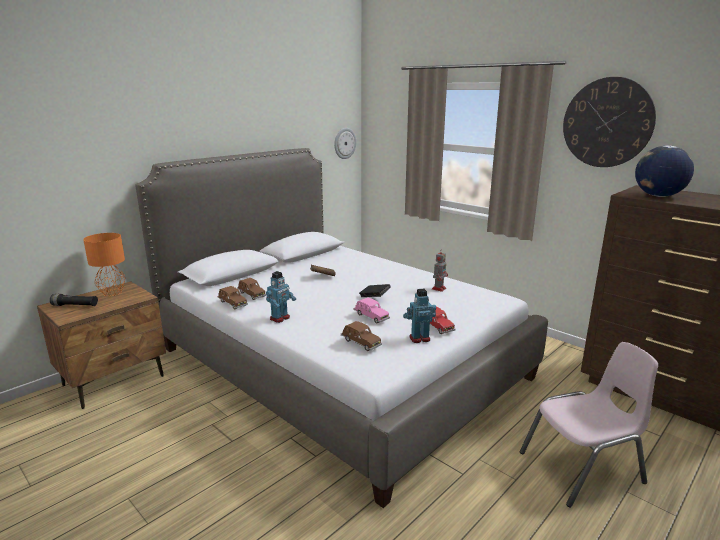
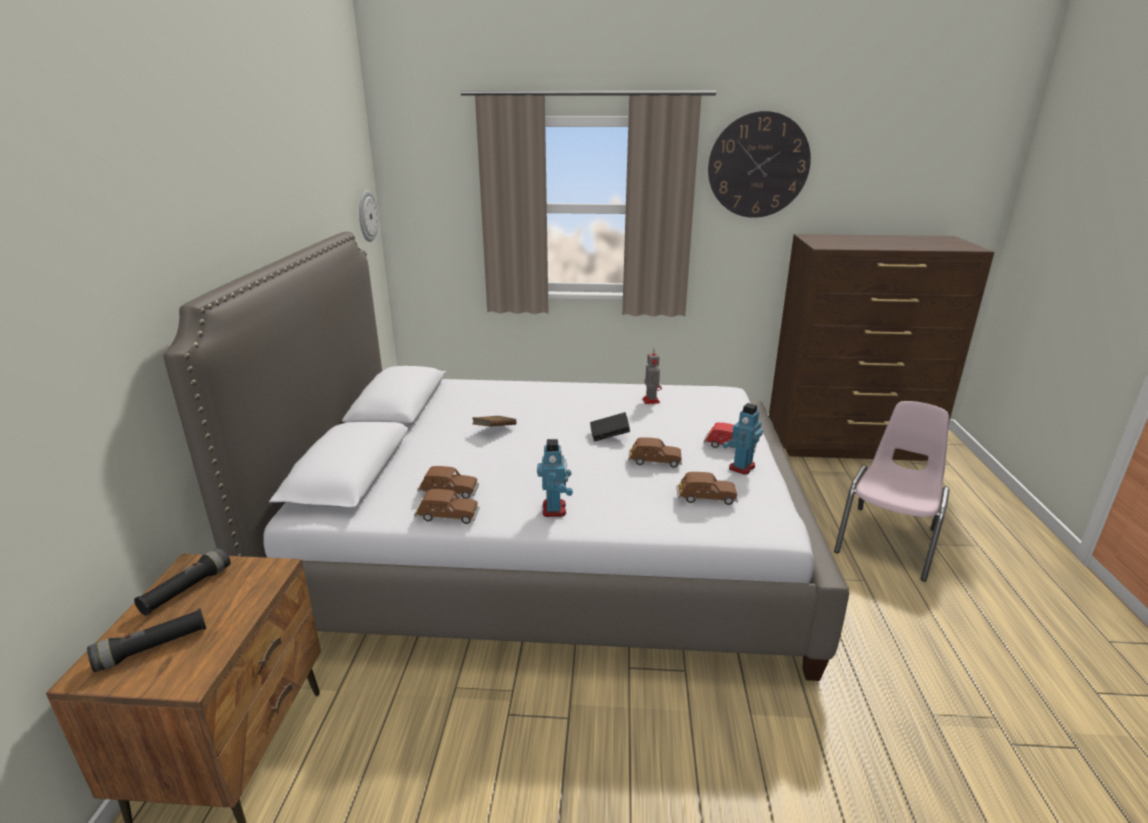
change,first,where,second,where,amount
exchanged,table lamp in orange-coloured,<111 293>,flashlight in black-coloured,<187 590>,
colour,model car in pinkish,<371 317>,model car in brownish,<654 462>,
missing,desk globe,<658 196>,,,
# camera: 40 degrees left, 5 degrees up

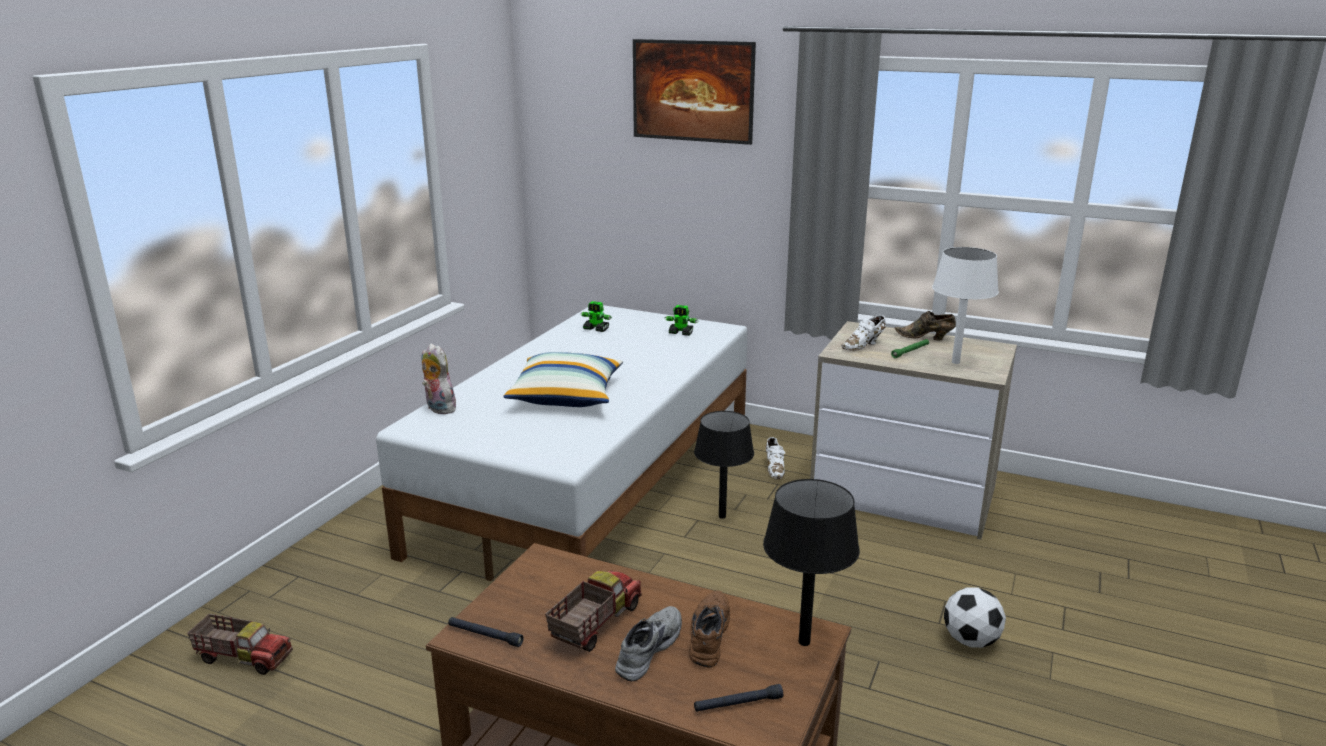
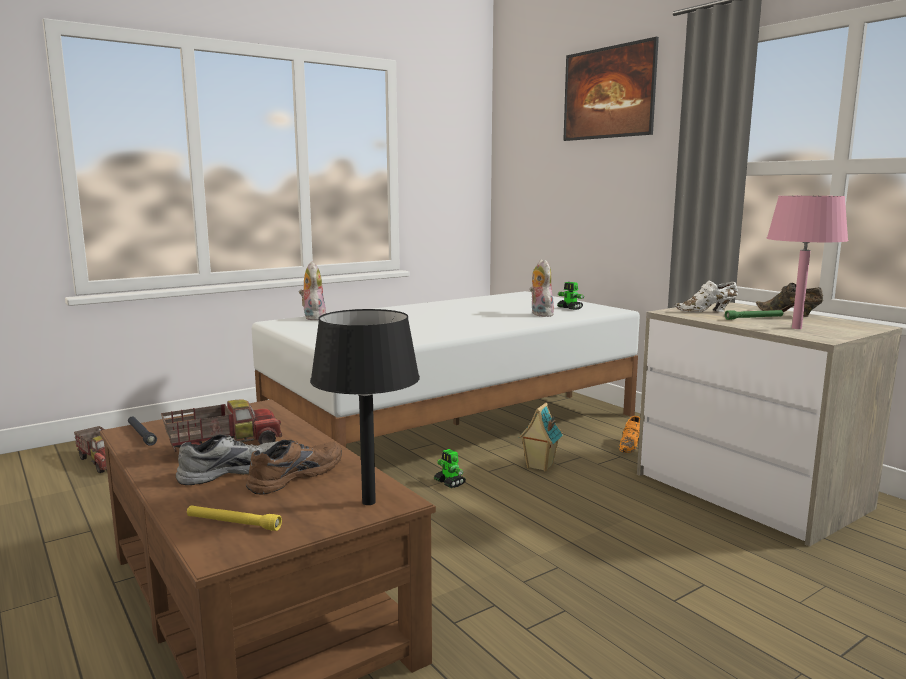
change,first,where,second,where,amount
colour,flashlight in black-coloured,<738 704>,flashlight in yellow-coloured,<233 523>,
relocated,toy robot,<596 329>,,<450 483>,
exchanged,table lamp in black-coloured,<722 516>,toy house,<539 466>,
appeared,,,soft toy,<540 314>,
colour,shoe in white-coloured,<774 468>,shoe in orange-coloured,<630 446>,
colour,table lamp in white-coloured,<955 362>,table lamp in pinkish,<796 328>,
missing,cushion,<566 396>,,,
missing,football ball,<970 640>,,,
# camera: 30 degrees right, 10 degrees down

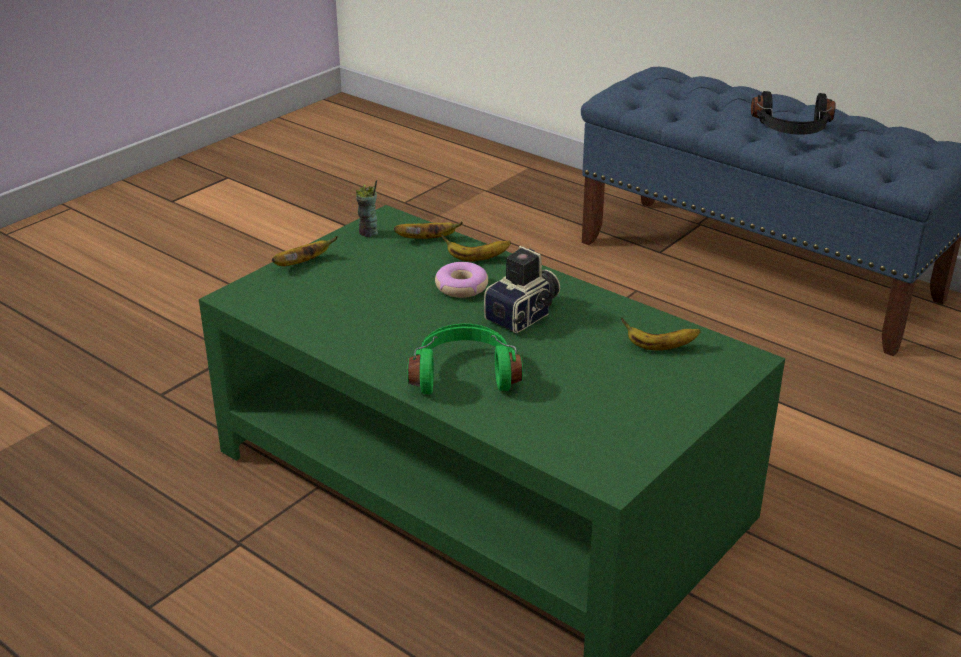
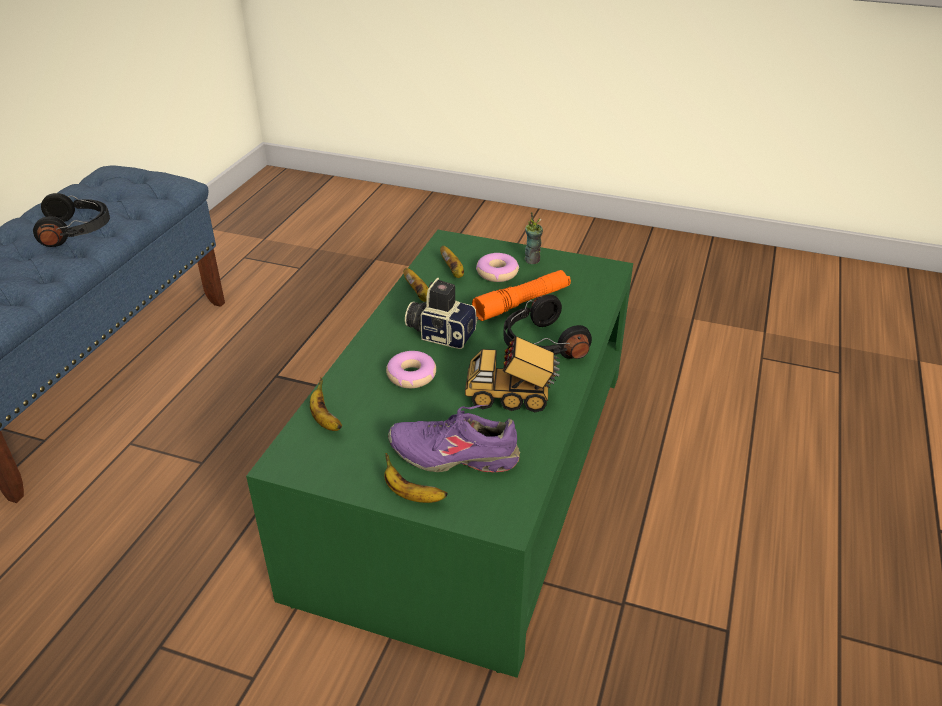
change,first,where,second,where,amount
appeared,,,shoe in purple,<454 454>,
relocated,banana,<476 259>,,<418 294>,
appeared,,,toy lorry,<511 398>,
appeared,,,flashlight in orange-coloured,<522 303>,
appeared,,,ring doughnut,<497 273>,
colour,headset in green-coloured,<464 373>,headset in black-coloured,<541 344>,
relocated,cup,<368 233>,,<532 260>,
# camera: 110 degrees left, 5 degrees up

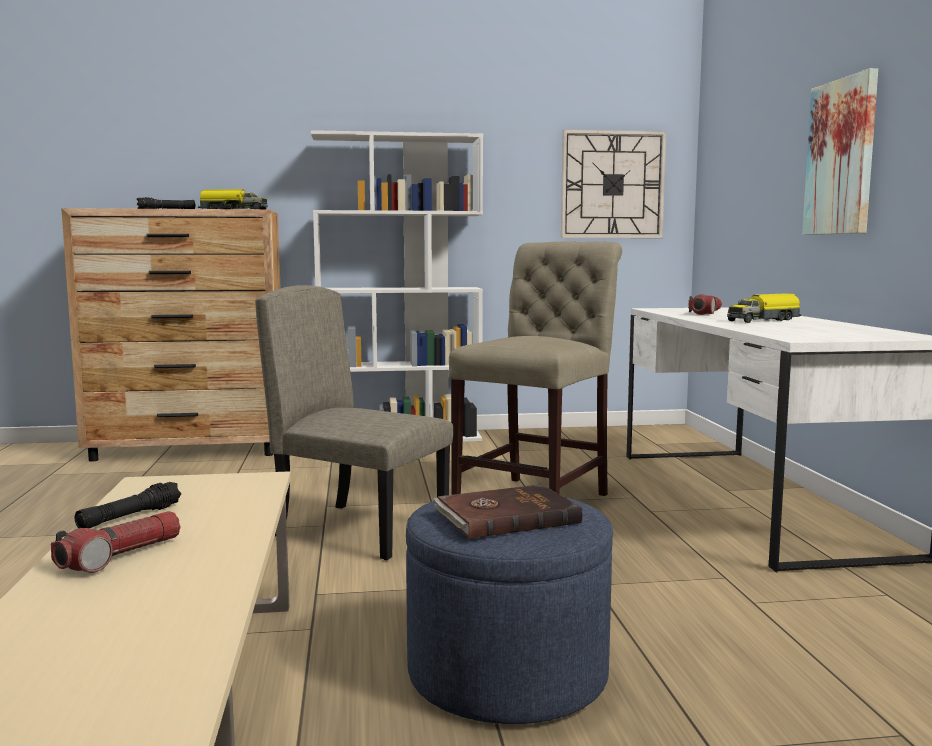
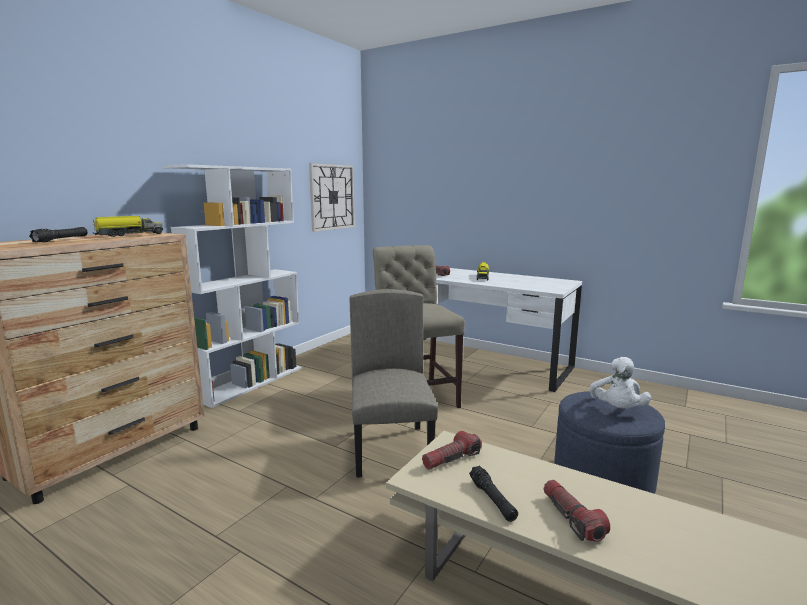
change,first,where,second,where,amount
spun,upright chair in beige-coloured,<362 530>,,<392 450>,105 degrees clockwise
appeared,,,flashlight,<451 459>,
exchanged,volume in brownish,<505 516>,soft toy in white-coloured,<617 410>,
missing,picture,<841 157>,,,
# camera: 50 degrees left, 5 degrees up

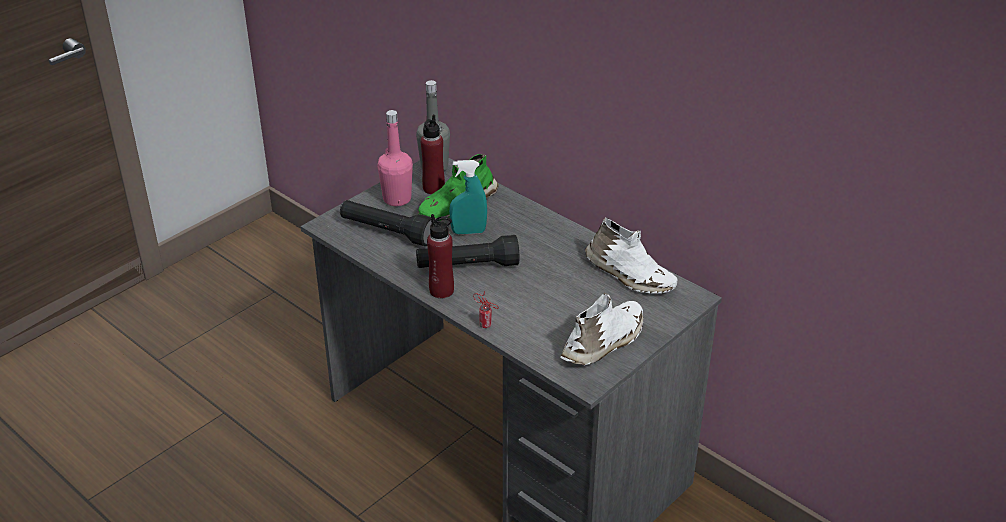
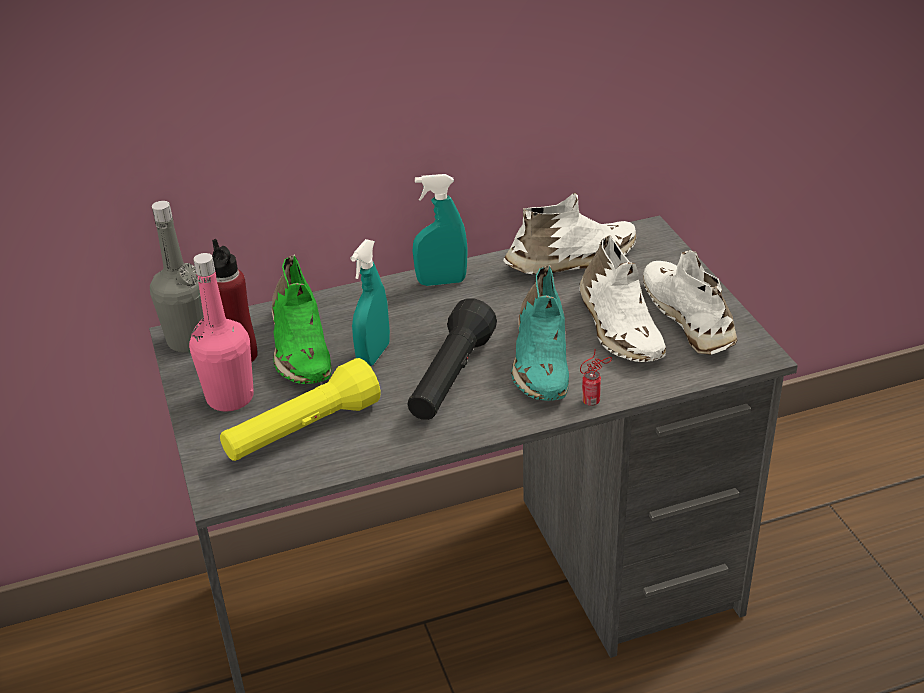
change,first,where,second,where,amount
colour,flashlight in black-coloured,<387 232>,flashlight in yellow-coloured,<302 431>,
appeared,,,sprayer in turquoise,<441 282>,
appeared,,,shoe in turquoise,<541 360>,
appeared,,,shoe in white-coloured,<618 327>,
missing,drink bottle in reddish,<441 290>,,,
# camera: 60 degrees left, 0 degrees up

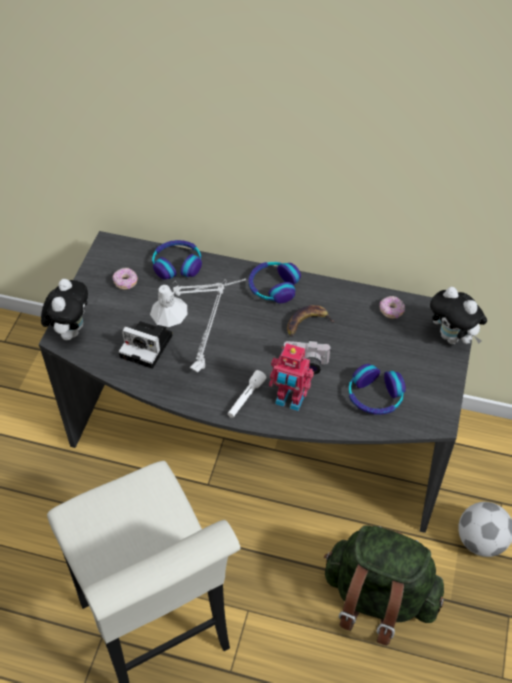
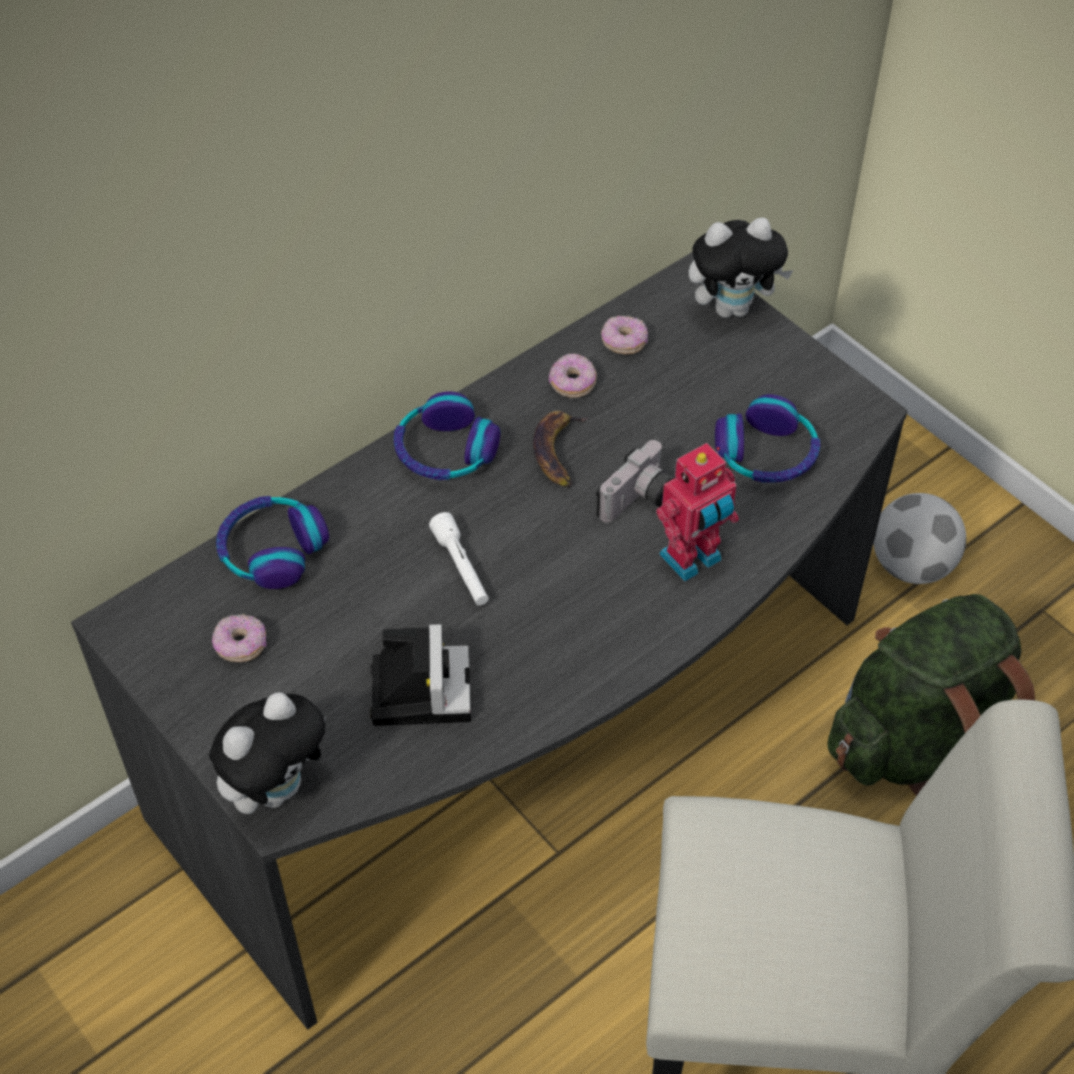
change,first,where,second,where,amount
spun,soft toy,<70 330>,,<276 787>,90 degrees clockwise
spun,photo camera,<148 346>,,<419 687>,60 degrees counterclockwise
relocated,flashlight in white-coloured,<245 398>,,<461 568>,
appeared,,,ring doughnut,<572 384>,
missing,table lamp in grey,<207 363>,,,
# camera: 55 degrees left, 0 degrees up

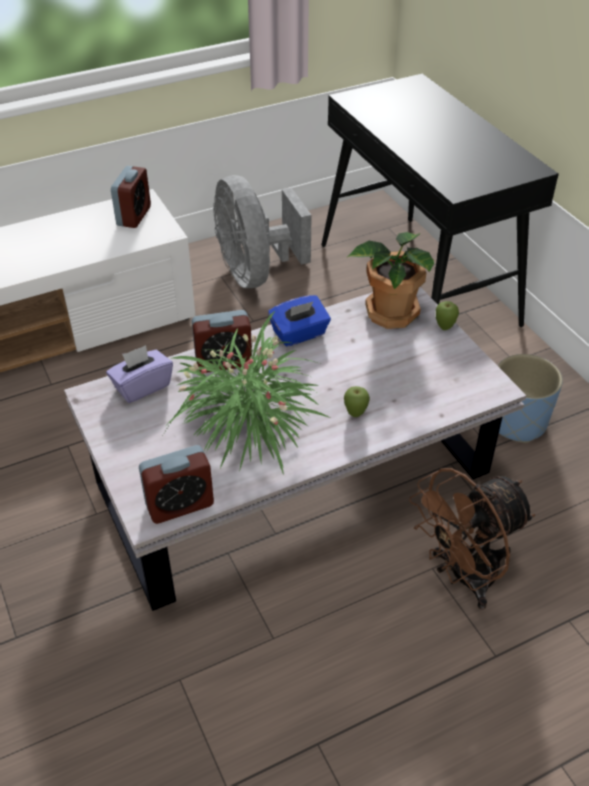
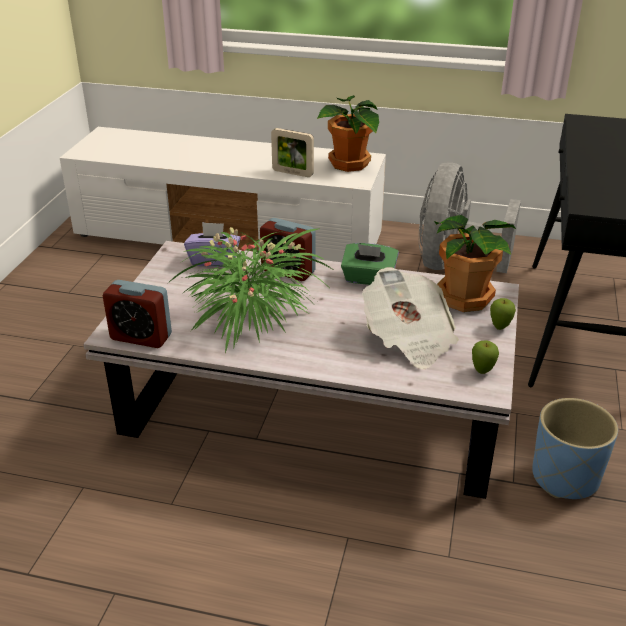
change,first,where,second,where,amount
appeared,,,standing frame,<292 173>,
exchanged,table clock,<134 216>,plant in a pot,<349 164>,
colour,tissue box in blue,<299 334>,tissue box in green-coloured,<368 279>,
appeared,,,daily paper,<408 339>,
relocated,whole apple,<355 414>,,<482 371>,
missing,electric fan in brownish,<463 577>,,,
# camera: 40 degrees right, 10 degrees down

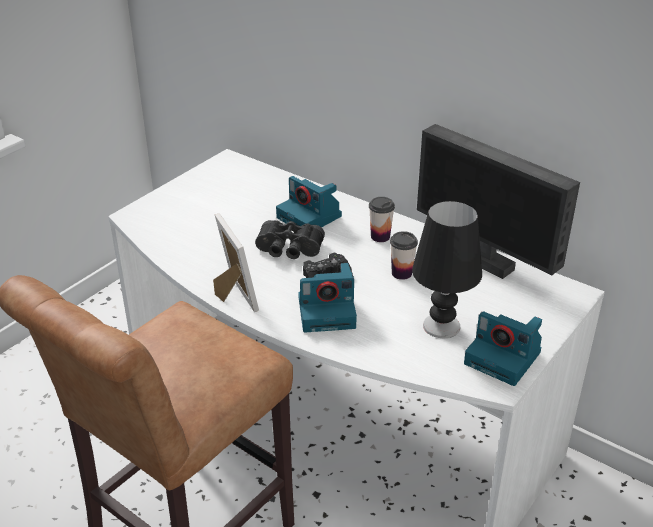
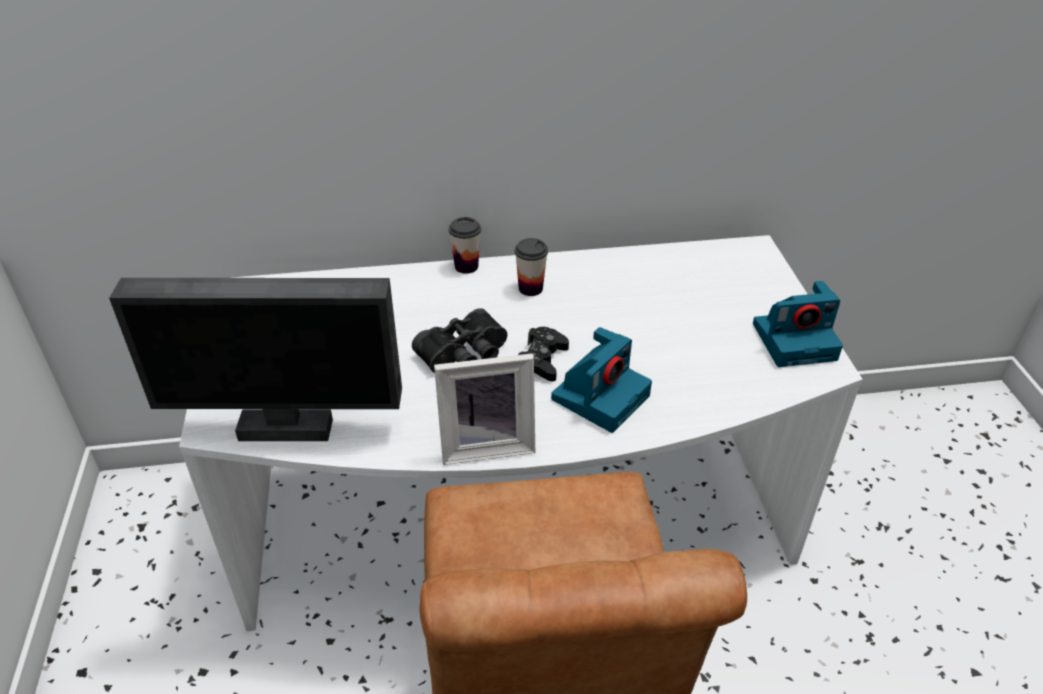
change,first,where,second,where,amount
relocated,computer screen,<485 261>,,<286 427>,
spun,standing frame,<233 296>,,<486 444>,150 degrees clockwise
relocated,cup,<401 273>,,<466 266>,
missing,photo camera,<310 217>,,,
missing,table lamp in black-coloured,<441 326>,,,
# camera: 45 degrees left, 5 degrees up

